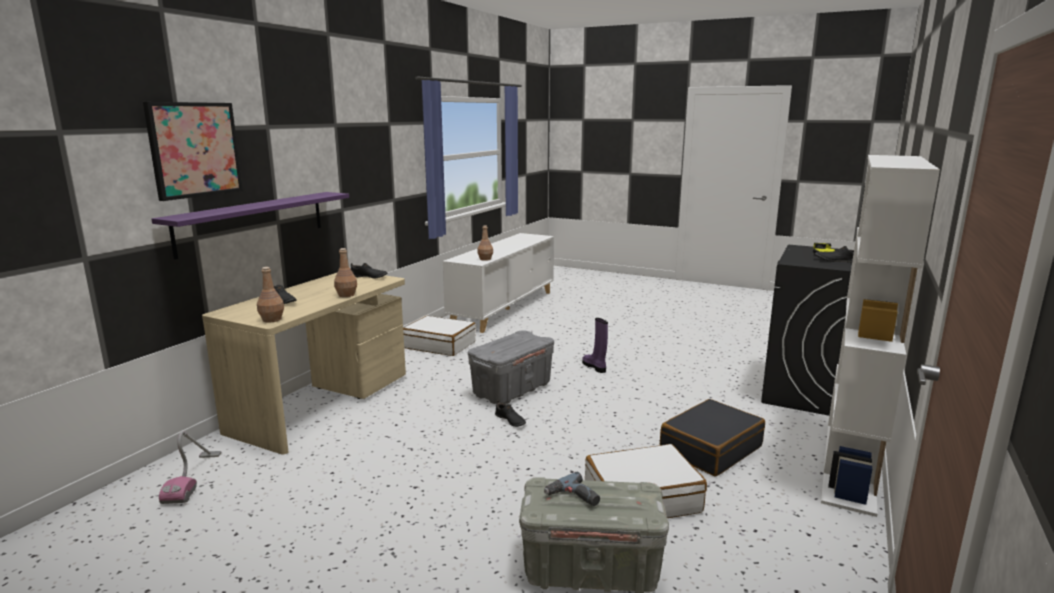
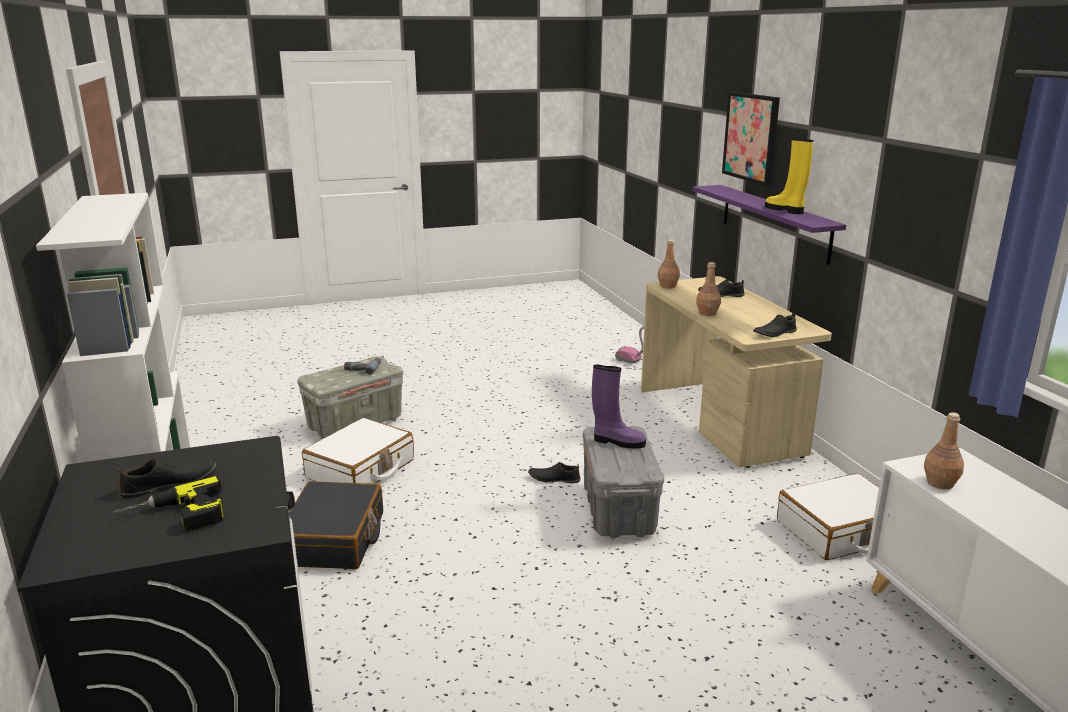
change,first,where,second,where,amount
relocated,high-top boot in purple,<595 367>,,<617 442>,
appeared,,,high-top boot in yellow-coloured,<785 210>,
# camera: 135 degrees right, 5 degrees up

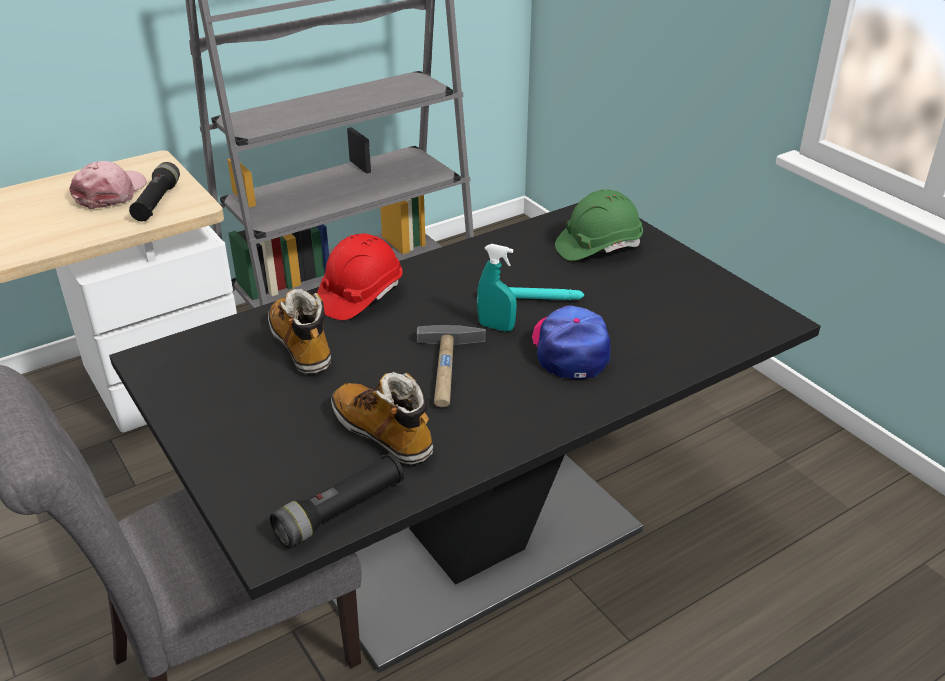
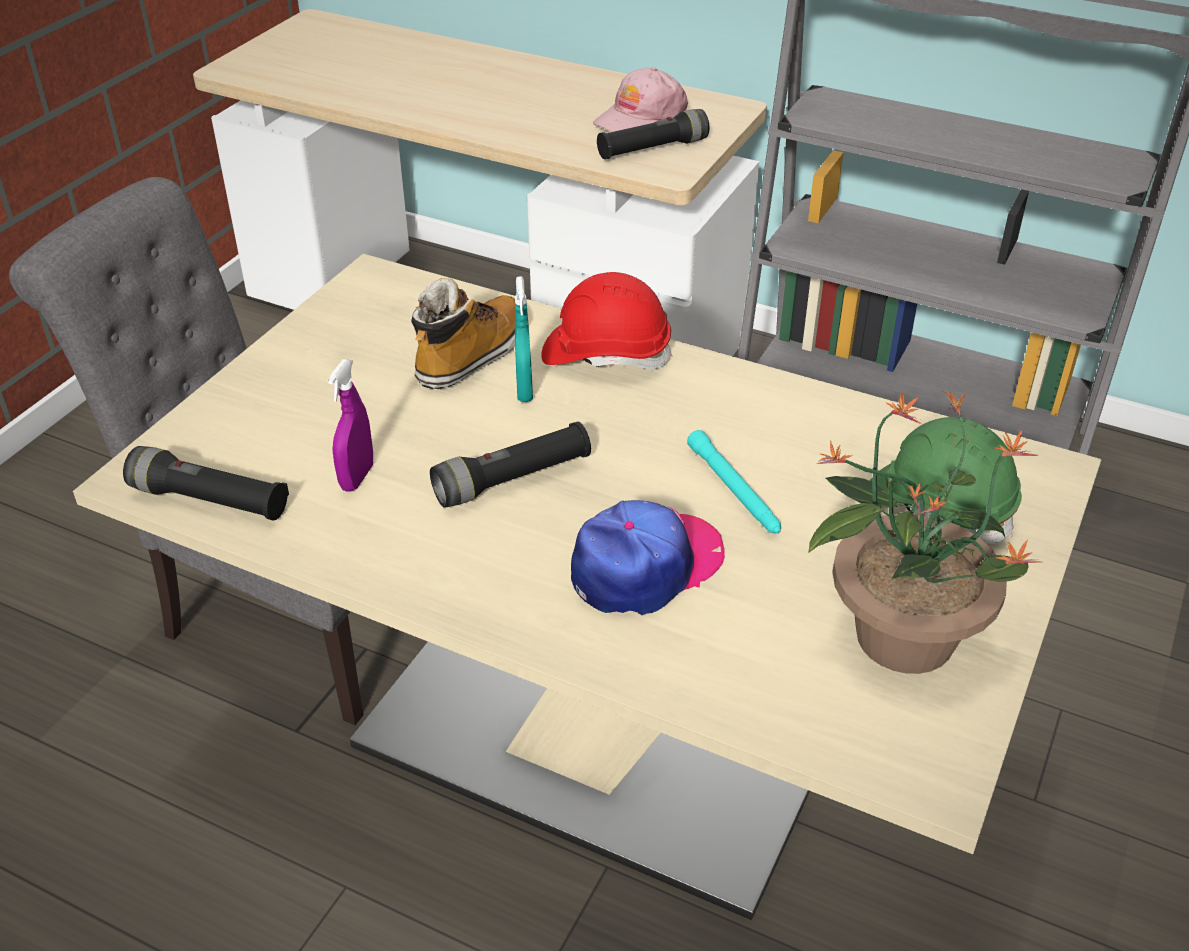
change,first,where,second,where,amount
colour,kitchen table in black-coloured,<472 542>,kitchen table in beige-coloured,<594 740>,
exchanged,high-top boot,<383 433>,sprayer in purple,<357 477>,
exchanged,hammer,<449 370>,flashlight in black-coloured,<512 479>,
relocated,sprayer in turquoise,<496 327>,,<524 390>,
spun,cap in pinkish,<111 193>,,<640 118>,150 degrees clockwise
appeared,,,plant in a pot,<902 634>,
# camera: 60 degrees right, 5 degrees up

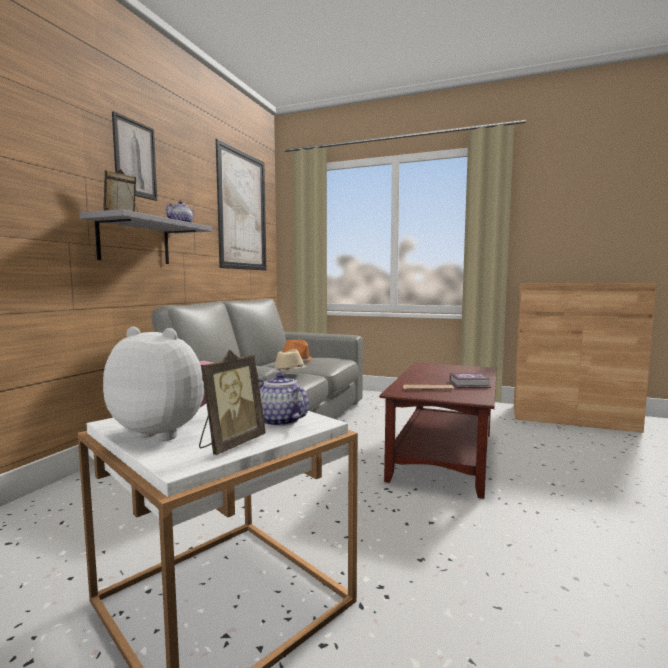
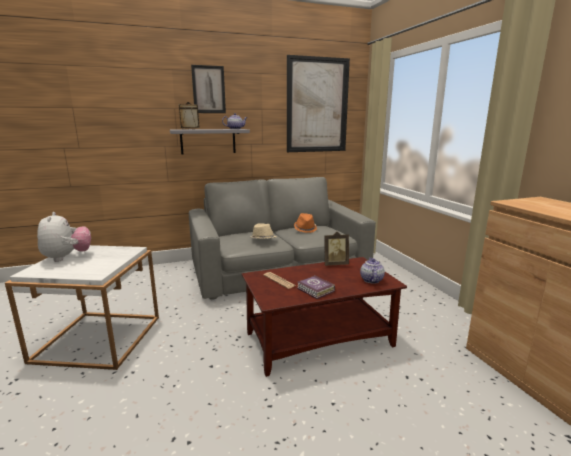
change,first,where,second,where,amount
relocated,standing frame,<230 444>,,<335 264>,
relocated,teapot,<279 421>,,<371 280>,
# camera: 50 degrees right, 10 degrees up

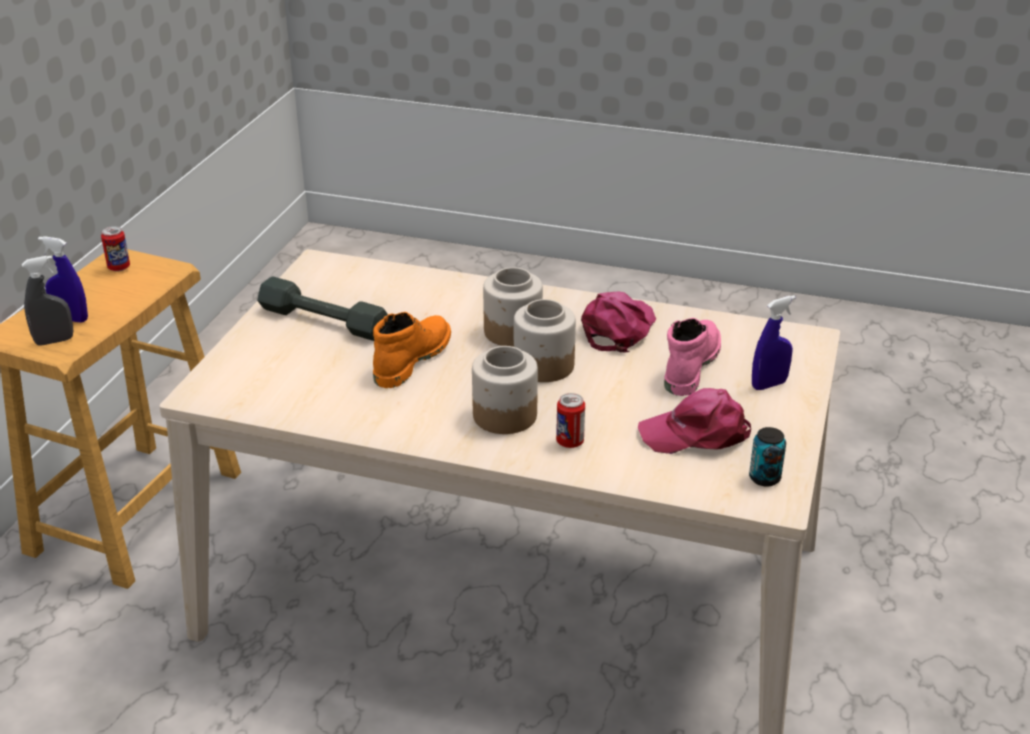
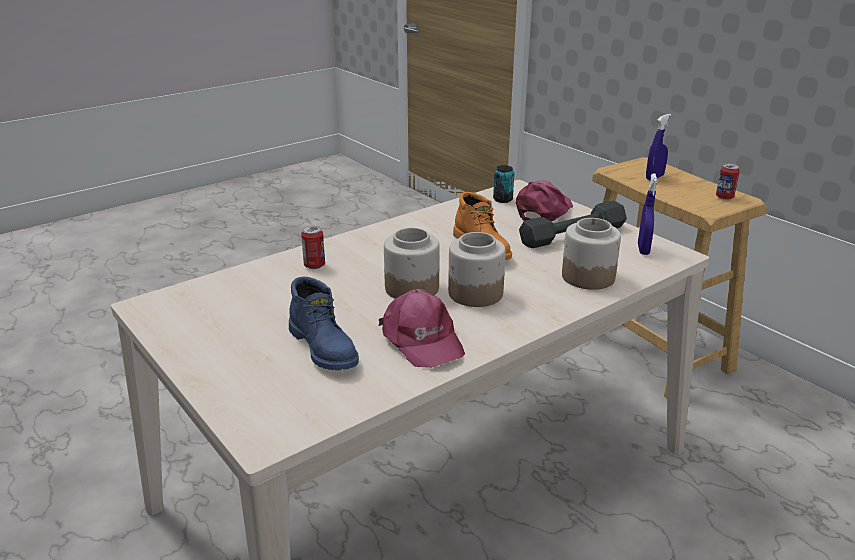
change,first,where,second,where,amount
colour,high-top boot in pinkish,<689 365>,high-top boot in blue,<325 348>,
relocated,can,<764 478>,,<502 199>,
relocated,cap in pinkish,<696 433>,,<544 211>,
relocated,preserve jar,<504 416>,,<588 277>,
relocated,sprayer in blue,<769 385>,,<643 249>,
missing,sprayer in grey,<54 341>,,,
# camera: 125 degrees right, 5 degrees down

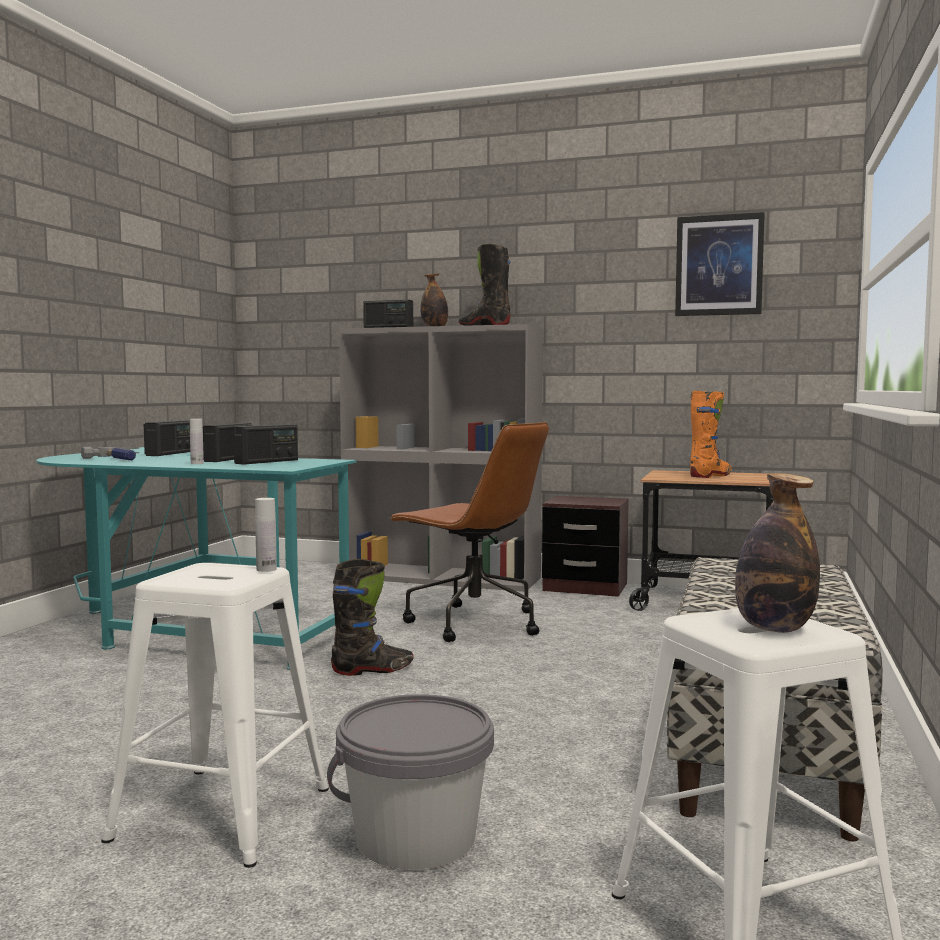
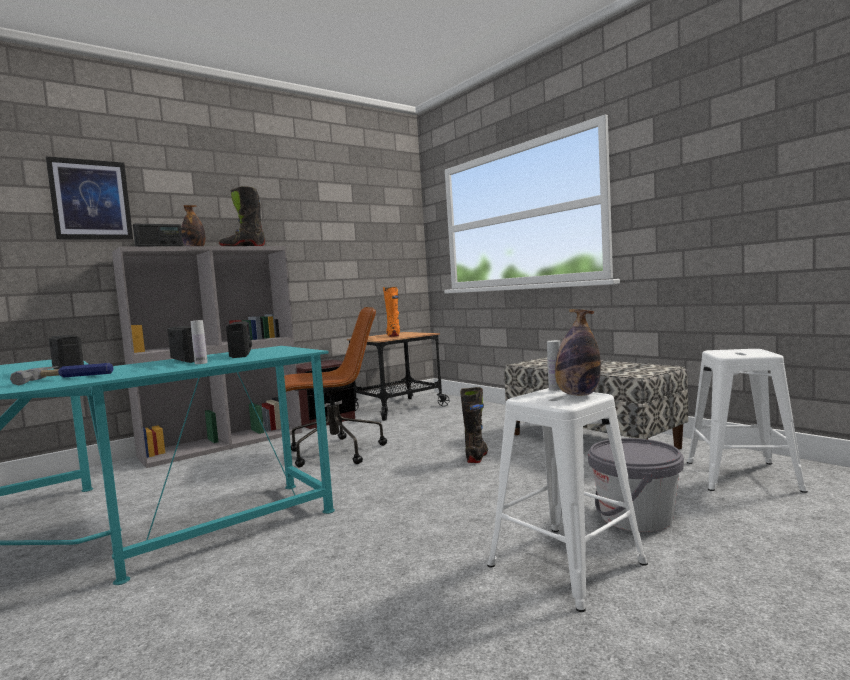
change,first,where,second,where,amount
relocated,picture,<719 265>,,<91 200>,
relocated,high-top boot in black-coloured,<373 670>,,<477 456>,
relocated,drink bottle,<774 628>,,<578 394>,
# camera: 55 degrees left, 0 degrees up

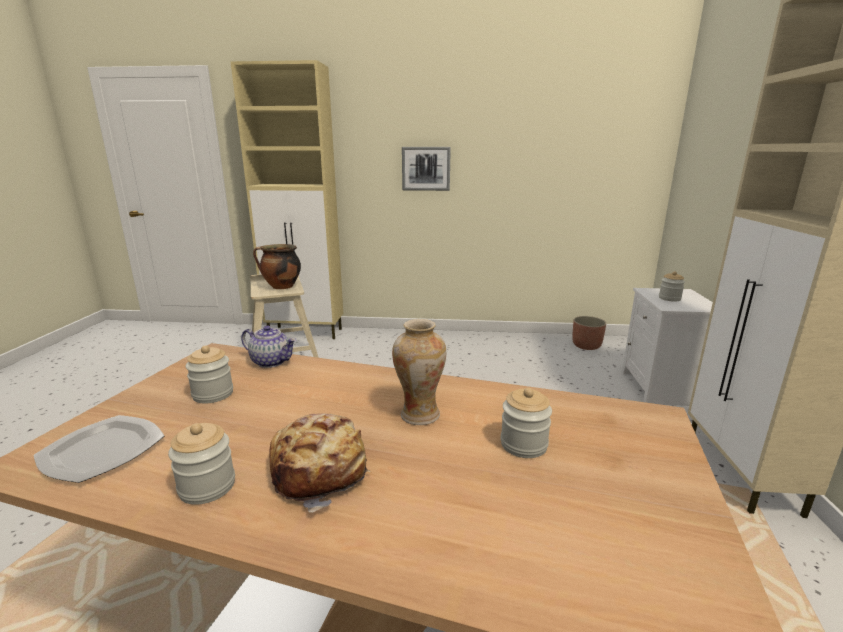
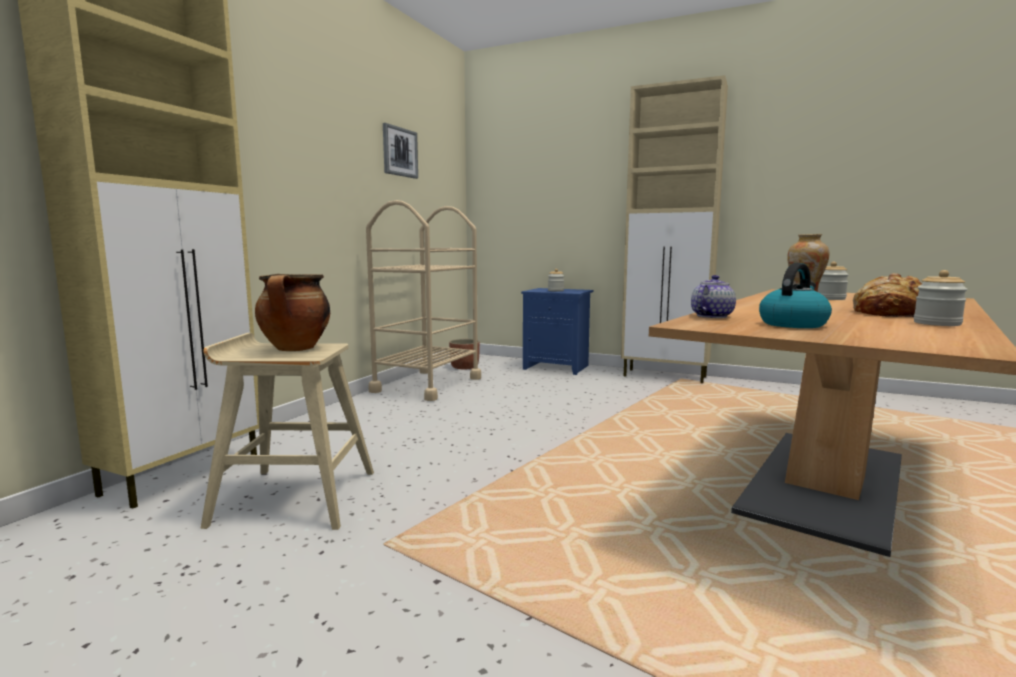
change,first,where,second,where,amount
appeared,,,wheeled cart in beige-coloured,<427 385>,
relocated,picture,<426 168>,,<399 152>,
colour,bedside table in white-coloured,<661 389>,bedside table in blue,<558 367>,
exchanged,preserve jar,<213 394>,water kettle,<793 324>,
missing,dinner plate,<104 450>,,,
# camera: 70 degrees left, 10 degrees down

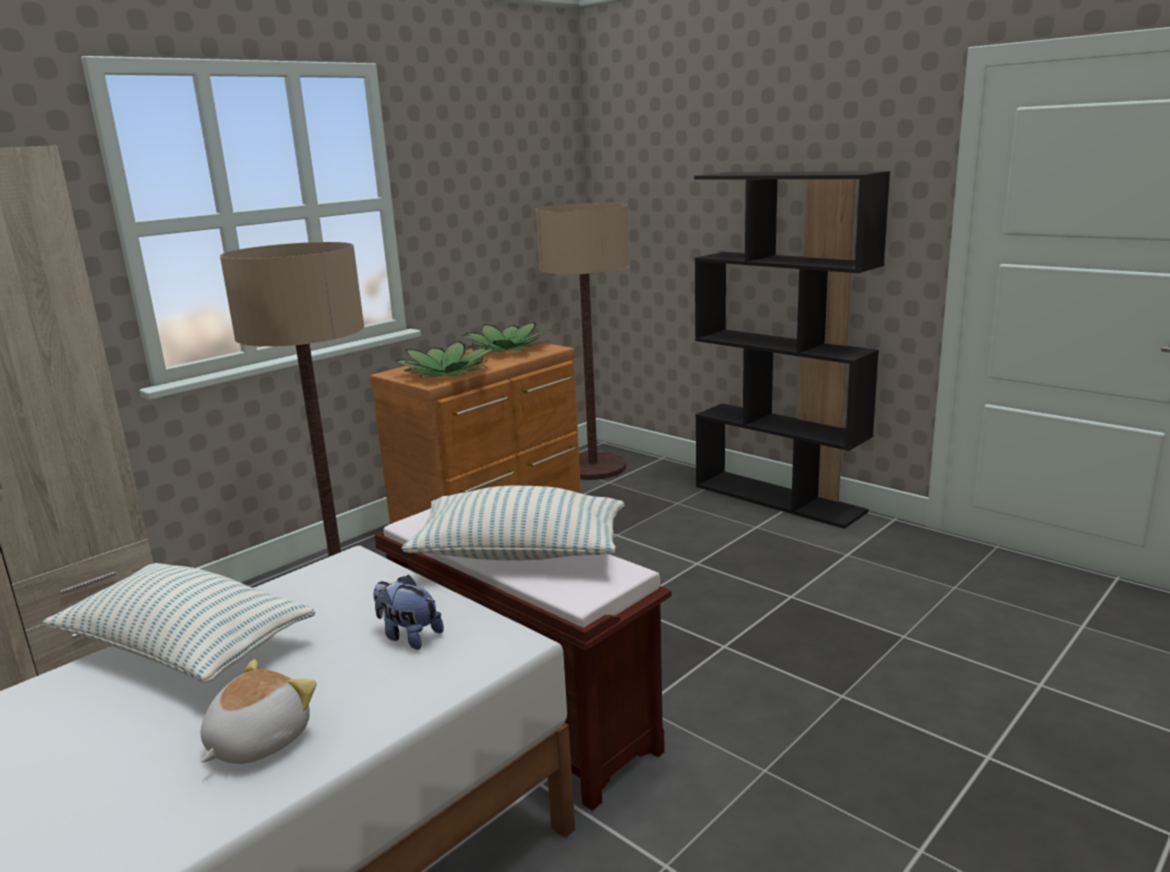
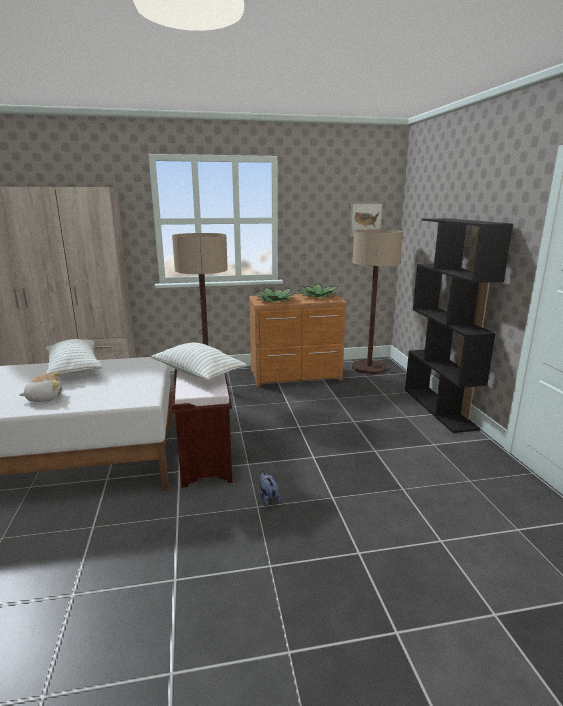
change,first,where,second,where,amount
relocated,soft toy,<408 636>,,<268 498>,
appeared,,,picture,<366 219>,
# camera: 35 degrees right, 0 degrees up

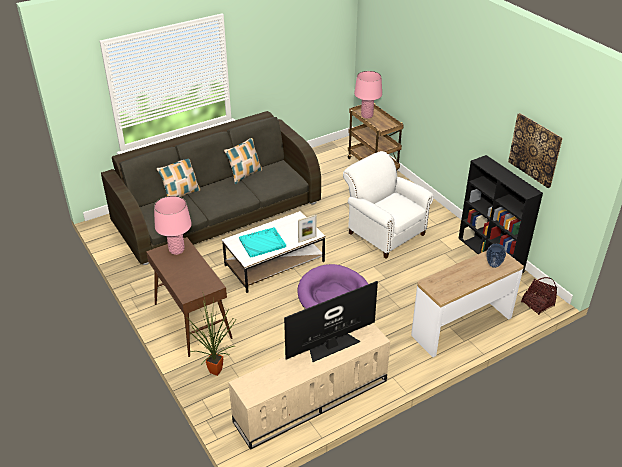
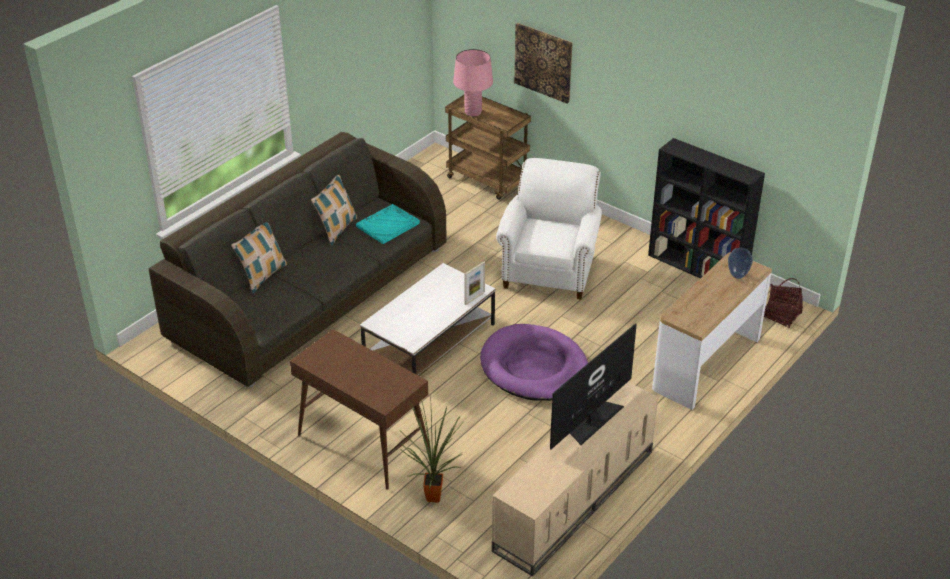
change,first,where,second,where,amount
relocated,serving tray in turquoise,<263 243>,,<388 225>,
spun,armchair in white-coloured,<383 232>,,<550 268>,75 degrees clockwise
relocated,picture,<535 150>,,<543 62>,
missing,table lamp in pinkish,<176 250>,,,
# camera: 20 degrees left, 0 degrees up

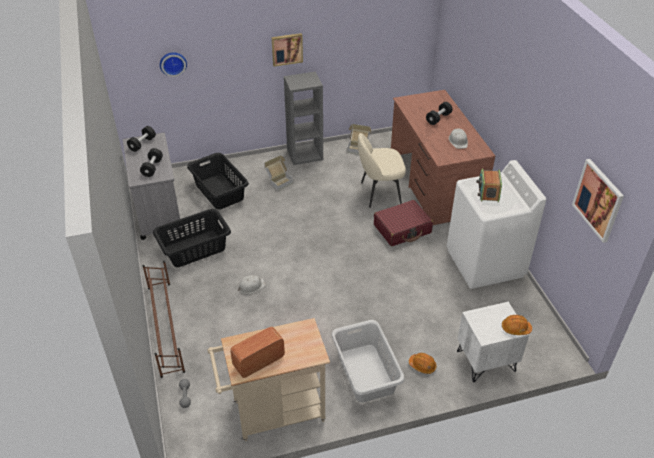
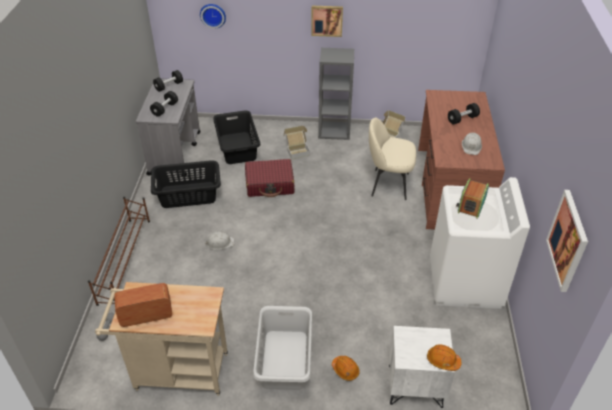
change,first,where,second,where,amount
relocated,suitcase in reddish,<402 229>,,<270 184>,
# camera: 20 degrees right, 0 degrees up

